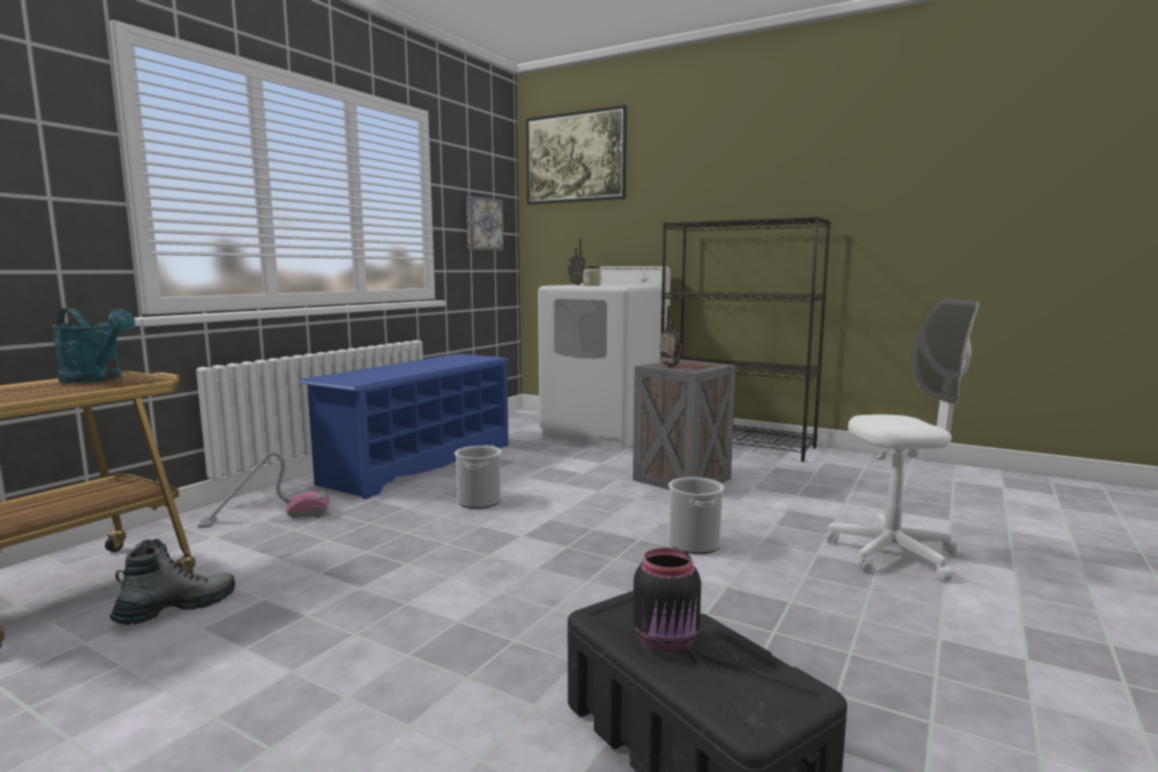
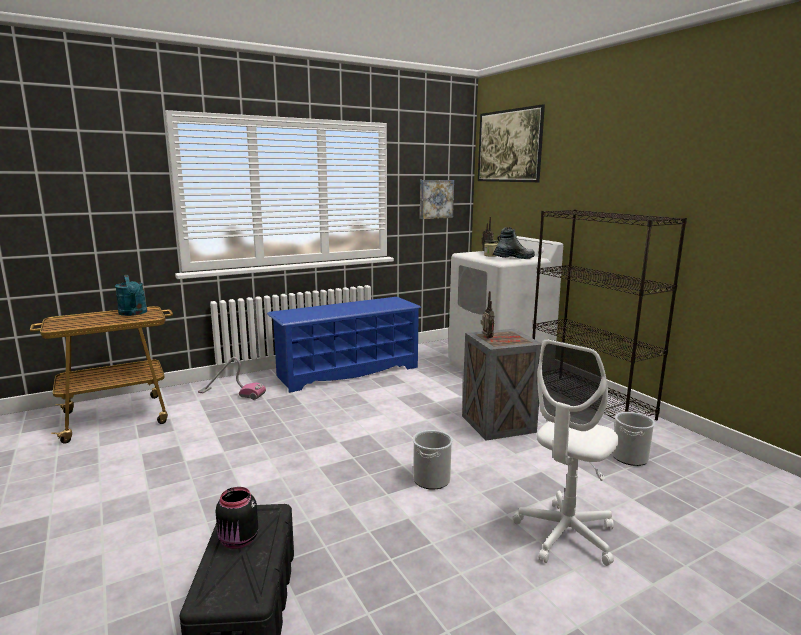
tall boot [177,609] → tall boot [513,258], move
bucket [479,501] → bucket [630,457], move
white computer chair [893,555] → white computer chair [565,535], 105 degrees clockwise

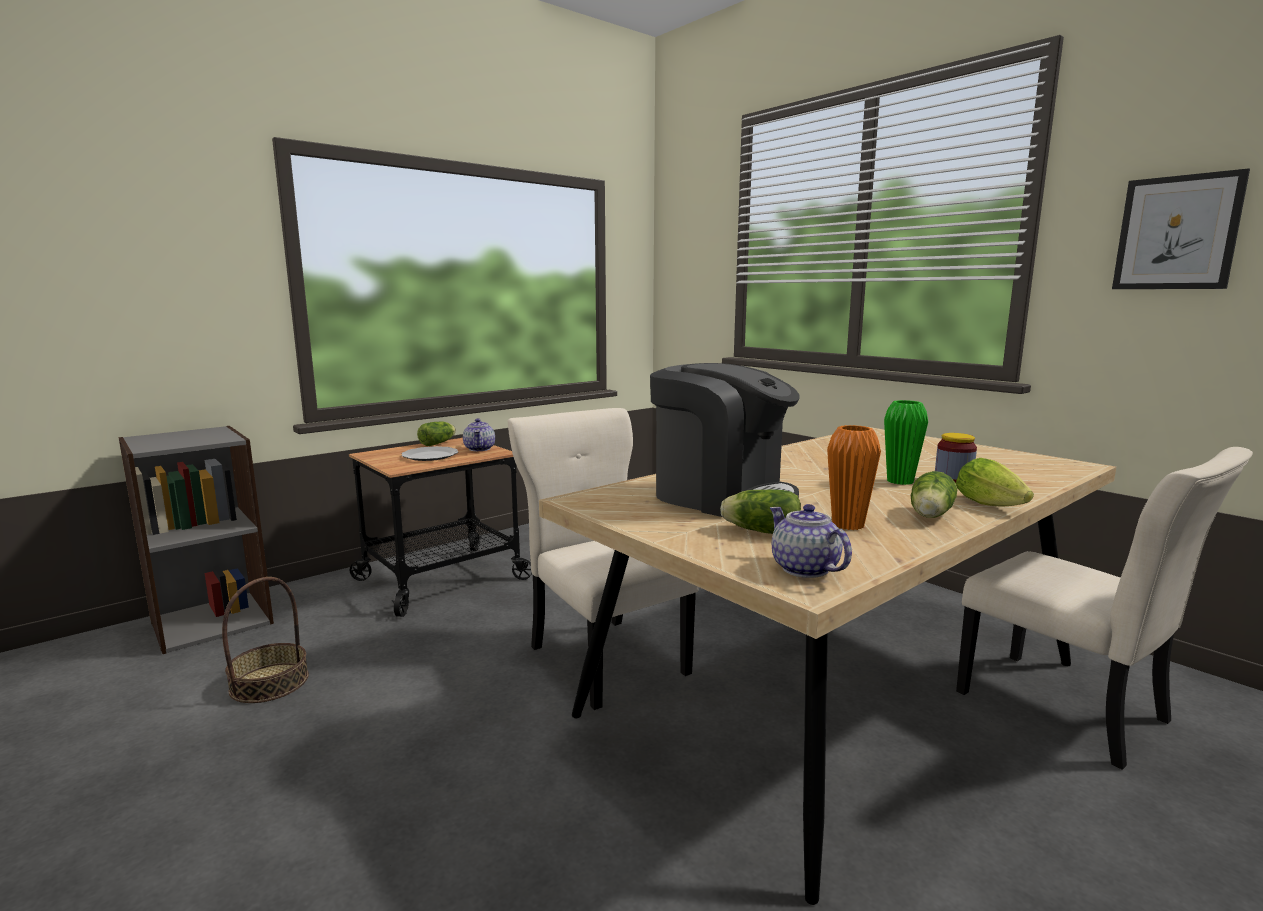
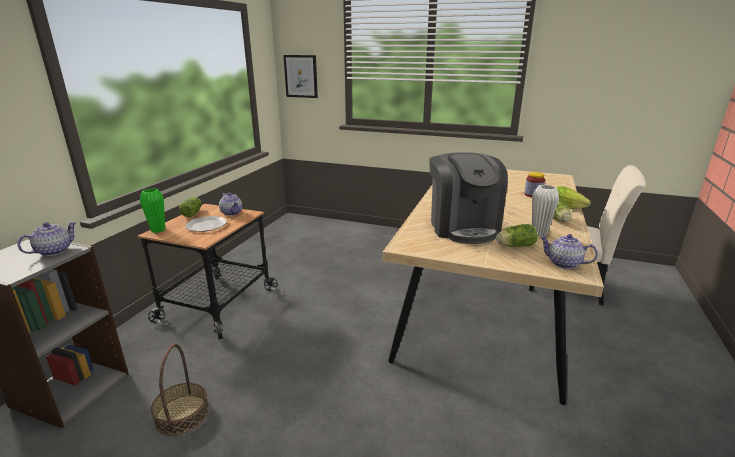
sand-coloured upright chair [605,657] → -
coffee maker [721,495] → coffee maker [463,227], 75 degrees clockwise
orange flower vase [848,525] → white flower vase [539,233]
green flower vase [900,481] → green flower vase [158,230], move
picture [1177,233] → picture [301,76], move
- → tea pot [54,251]

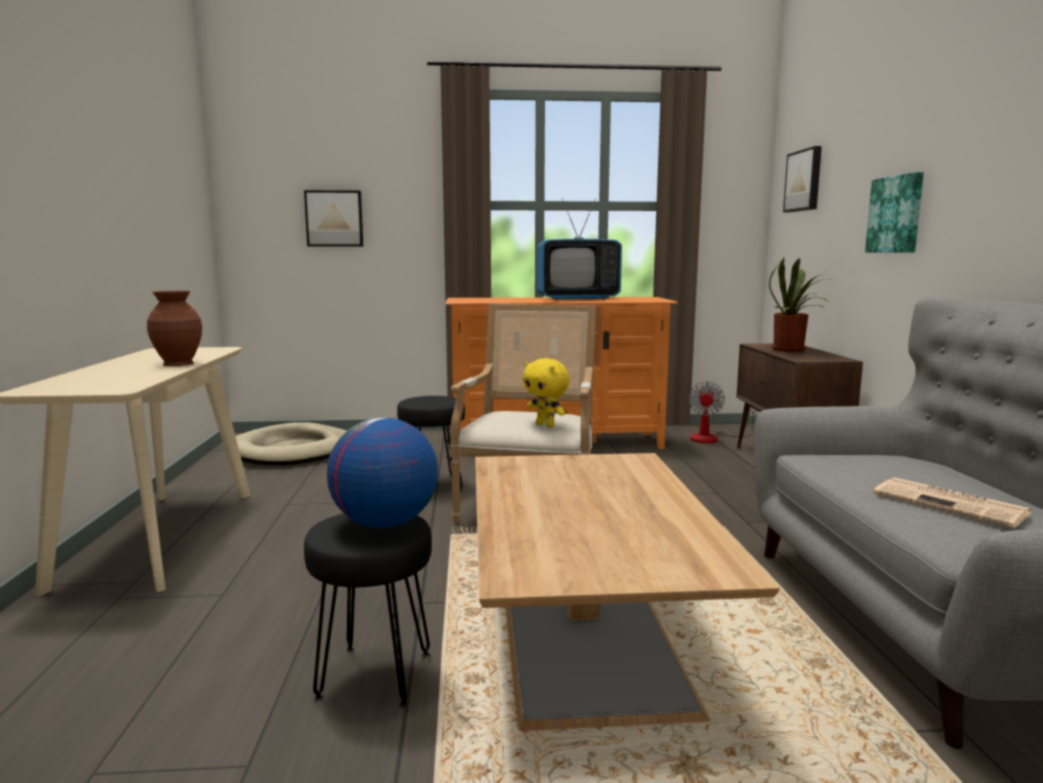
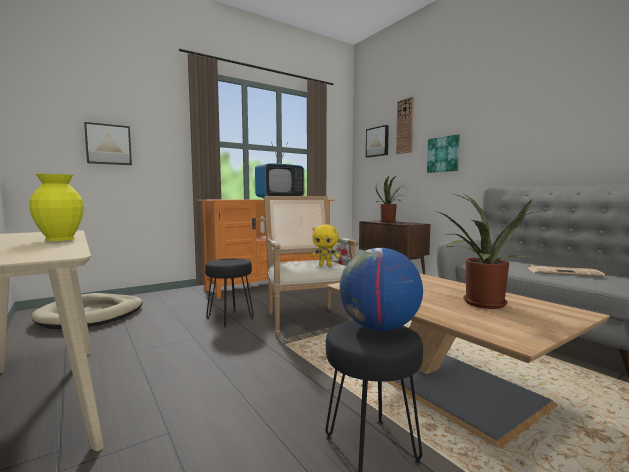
brown flower vase [179,363] → yellow-coloured flower vase [61,239]
- → wall clock [405,126]
- → potted plant [481,304]

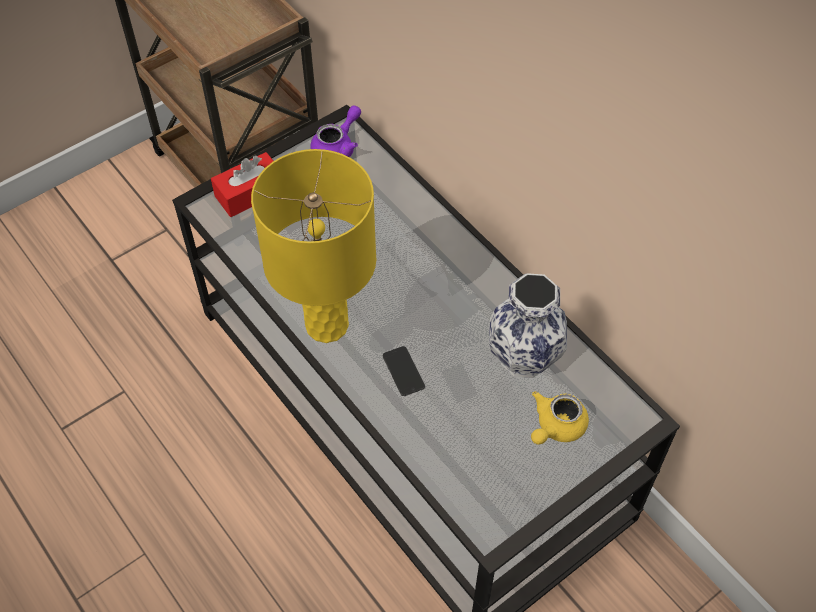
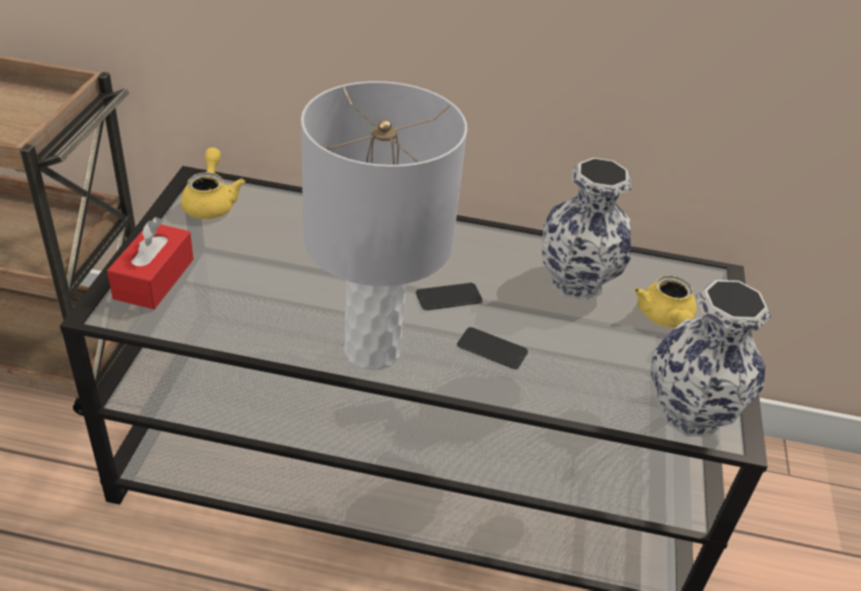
yellow-coloured lamp for a table [326,325] → grey lamp for a table [371,351]
purple-coloured tea pot [337,147] → yellow-coloured tea pot [211,202]
- → telephone [448,297]
- → flower vase [691,414]

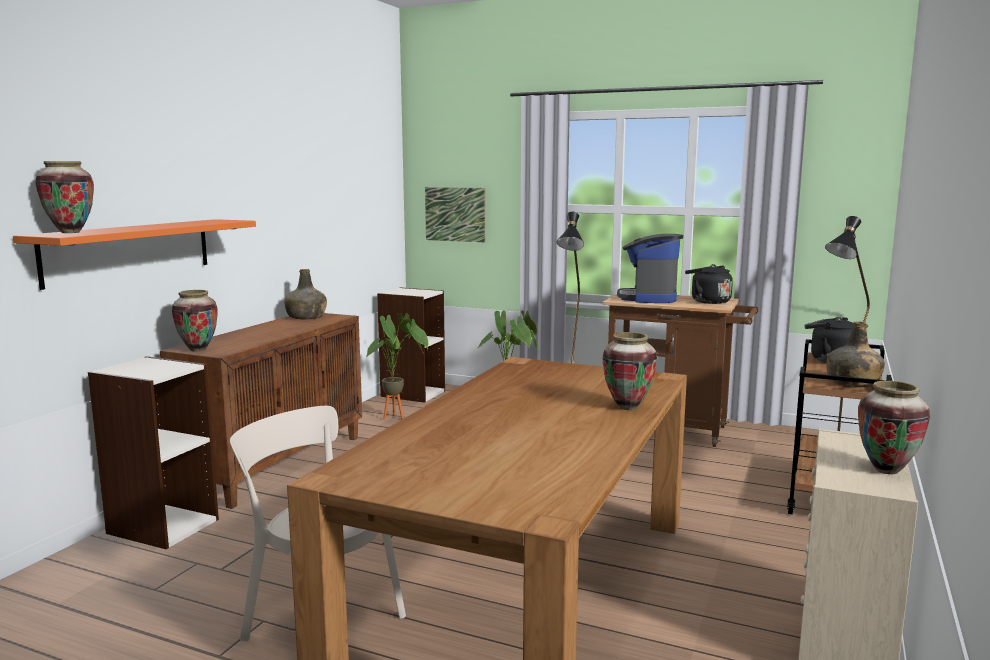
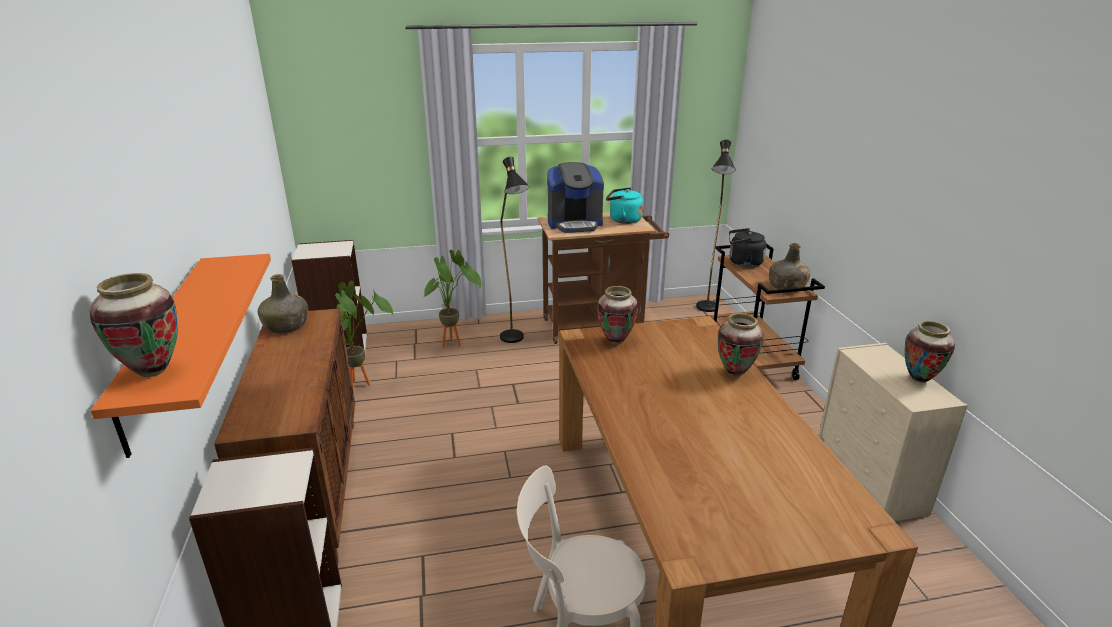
flower vase [198,350] → flower vase [616,341], move
picture [455,214] → -
coffee maker [648,298] → coffee maker [574,224], 75 degrees counterclockwise
black water kettle [708,301] → turquoise water kettle [623,220]

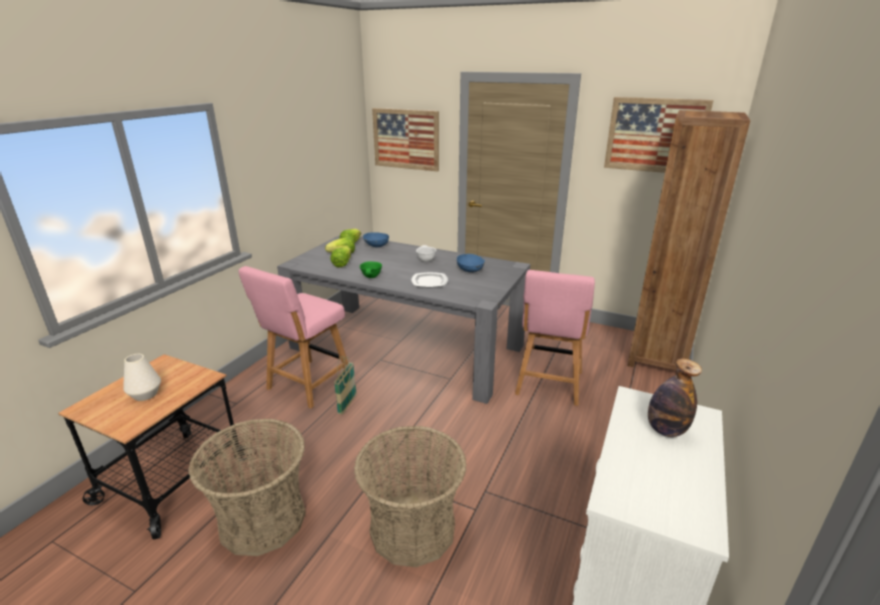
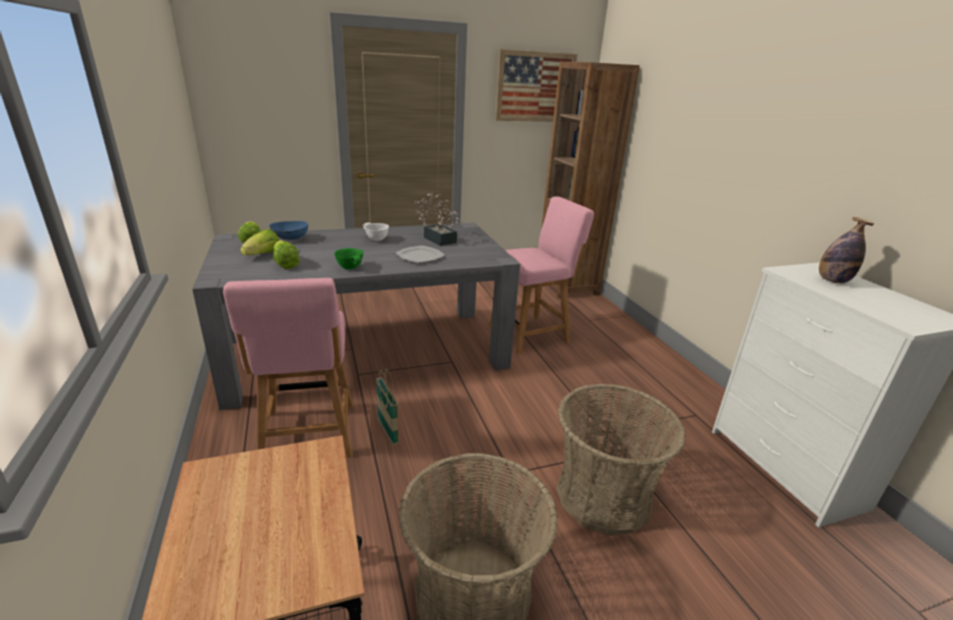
white flower vase [145,394] → -
picture [406,139] → -
blue deep dish [470,270] → potted plant [438,238]
pinkish upright chair [548,385] → pinkish upright chair [531,333], 90 degrees counterclockwise

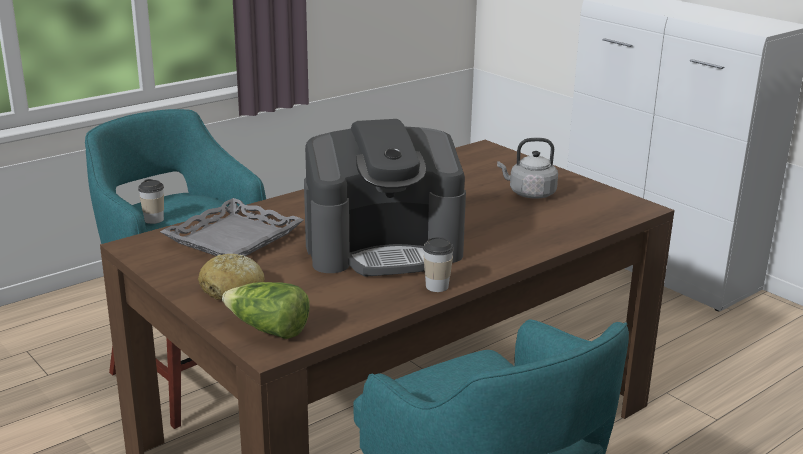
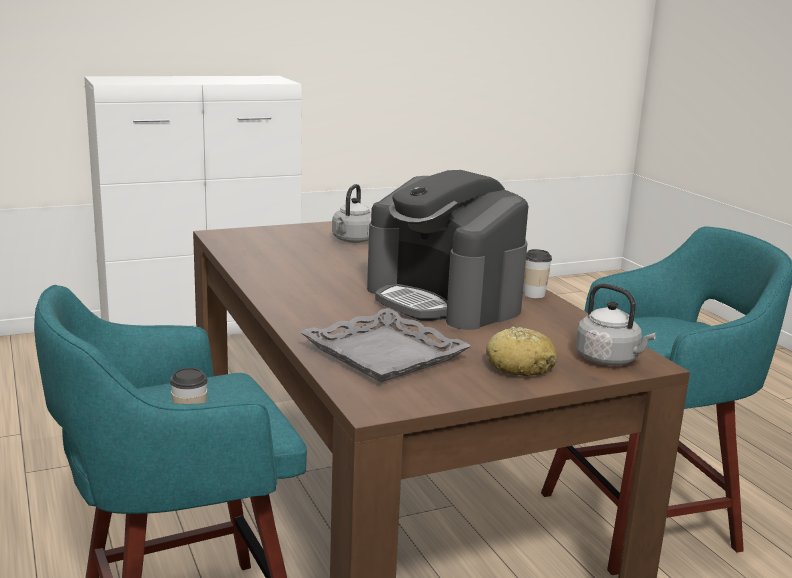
lettuce [268,330] → grey water kettle [609,360]
coffee maker [384,247] → coffee maker [444,300], 135 degrees clockwise

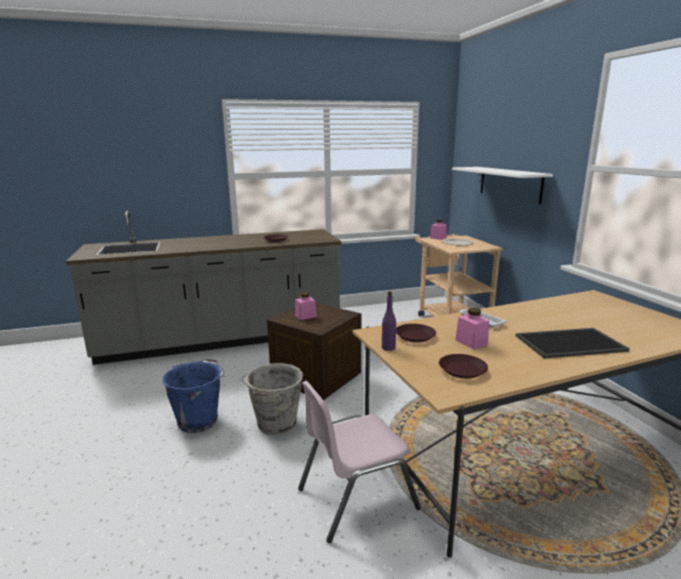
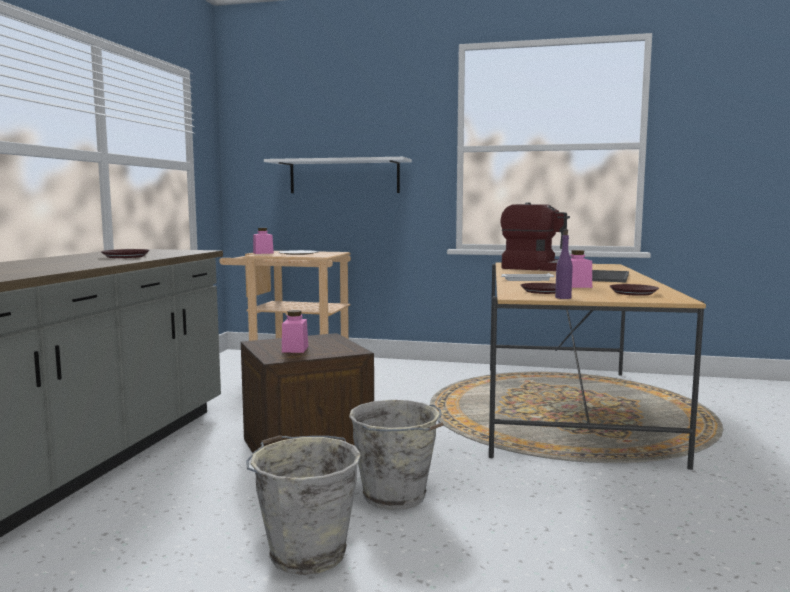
blue bucket [199,420] → grey bucket [306,552]
pinkish upright chair [356,498] → -
- → coffee maker [537,268]

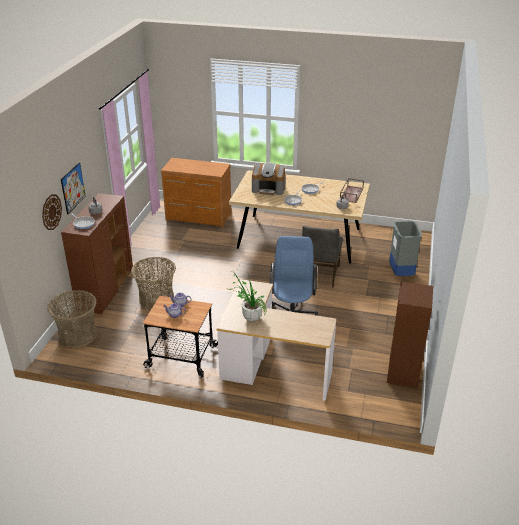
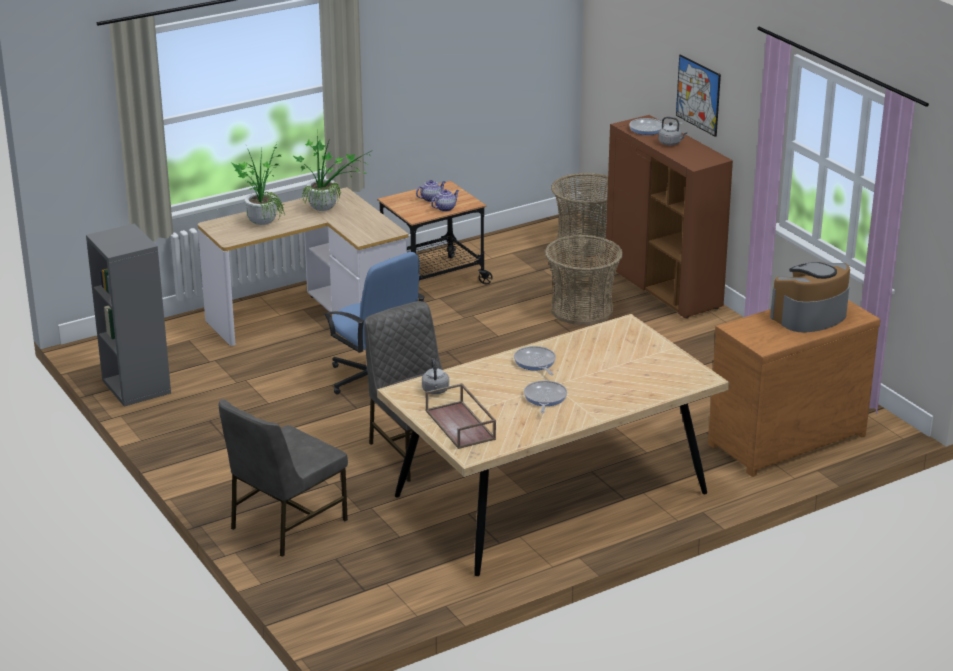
wall clock [51,212] → -
coffee maker [268,189] → coffee maker [809,316], move
brown shelving unit [403,373] → grey shelving unit [135,387]
grey trash can [401,273] → grey upright chair [286,524]
- → potted plant [262,220]

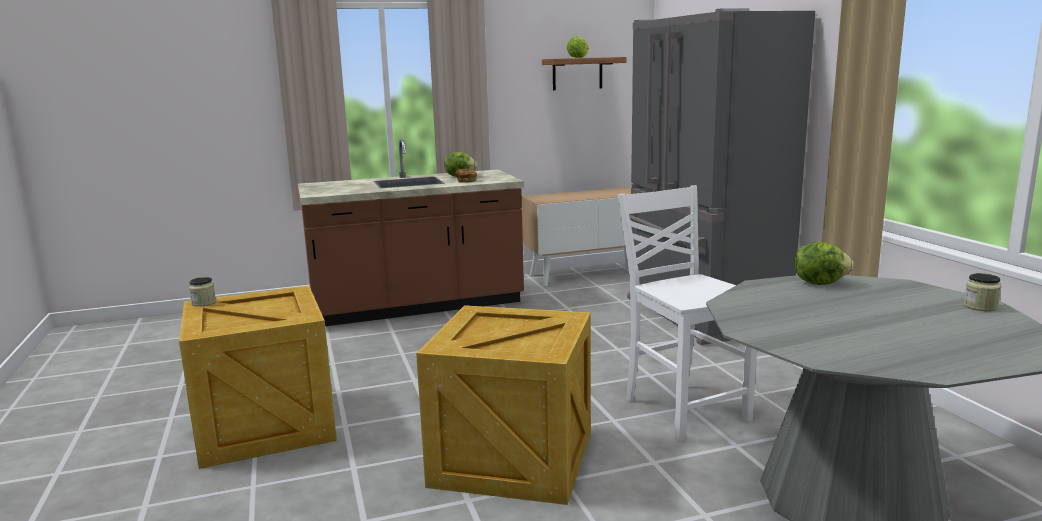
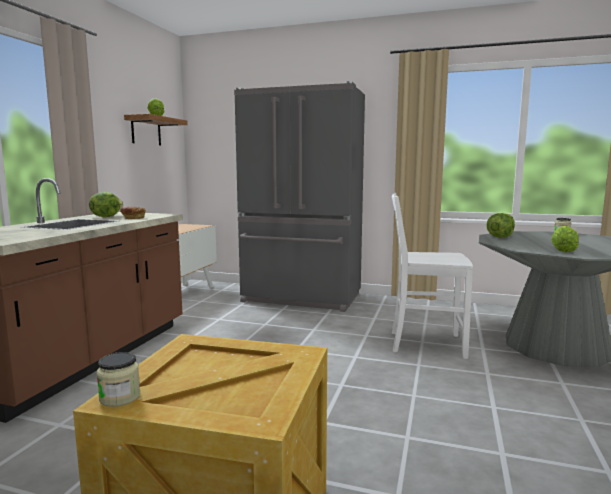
shipping crate [516,457] → -
- → lettuce [562,250]

